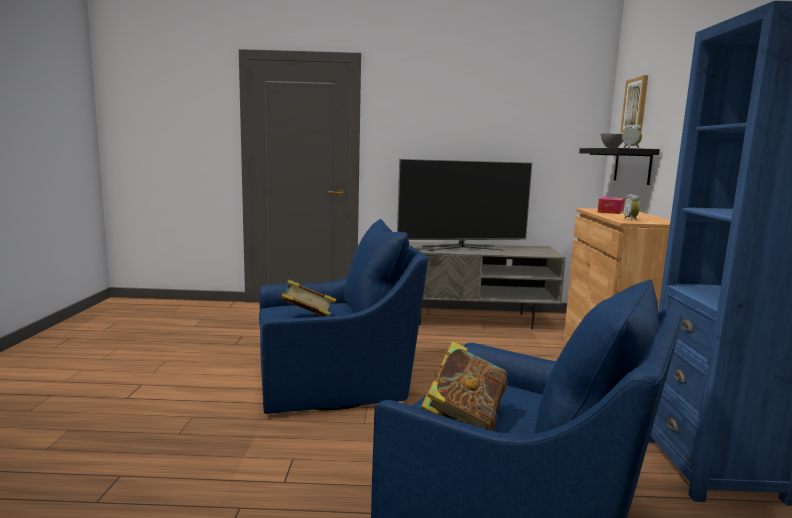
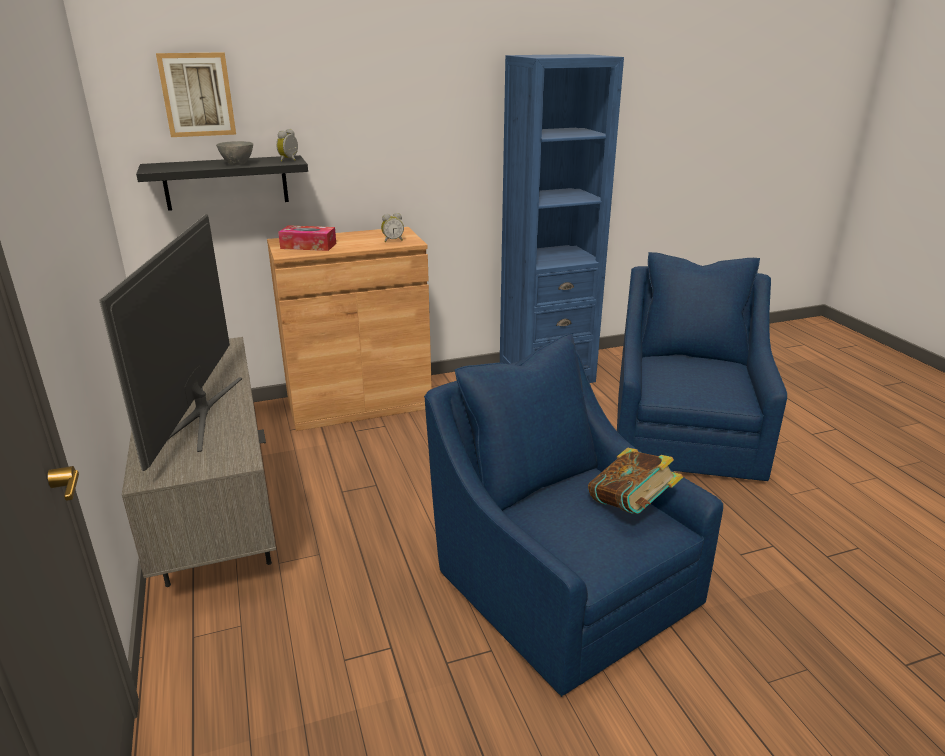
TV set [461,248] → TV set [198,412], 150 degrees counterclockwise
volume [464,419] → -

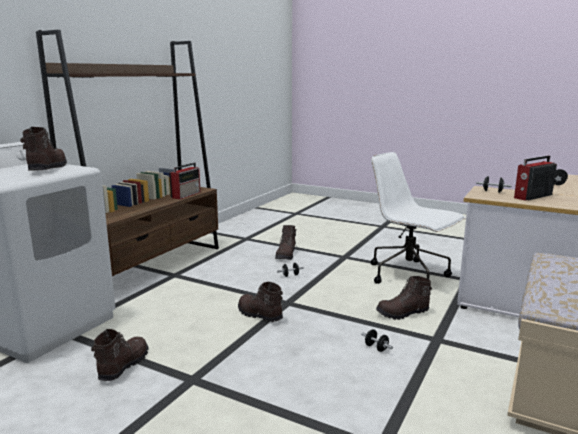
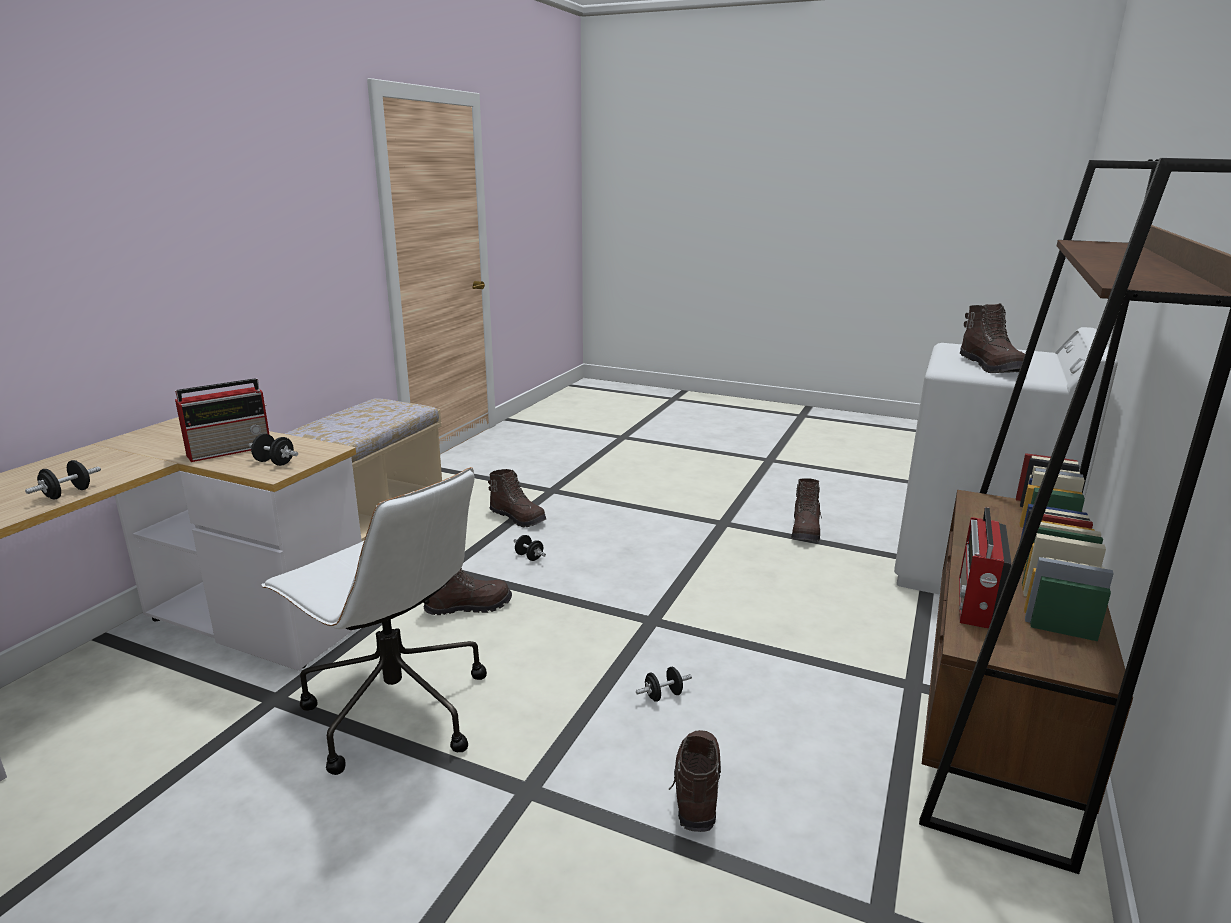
brown tall boot [259,315] → brown tall boot [518,518], move

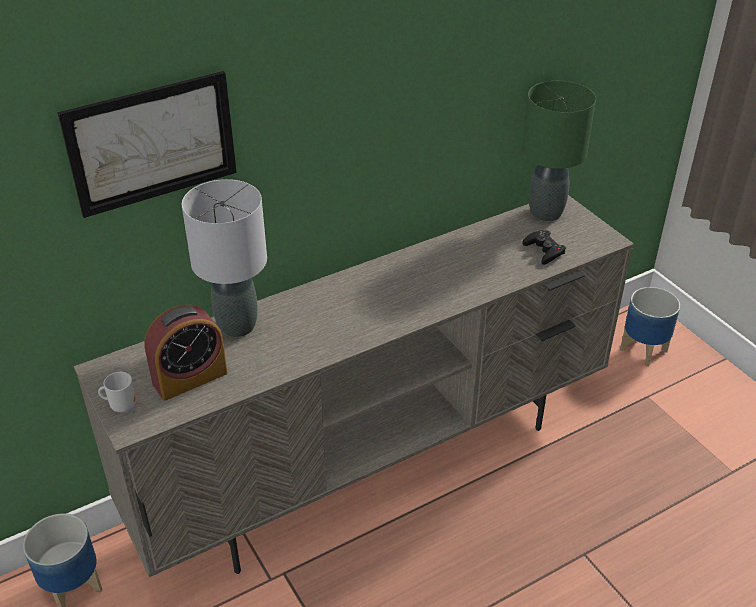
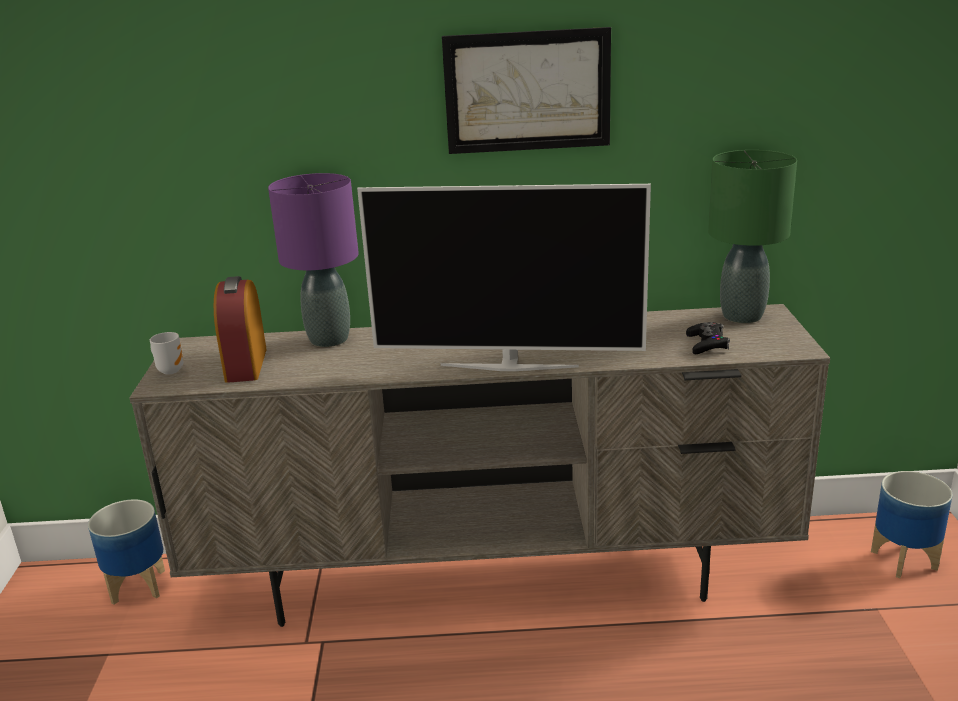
picture [152,143] → picture [527,91], move
table clock [190,378] → table clock [246,365], 90 degrees clockwise
grey lamp for a table [238,325] → purple-coloured lamp for a table [330,339]
- → TV set [509,365]

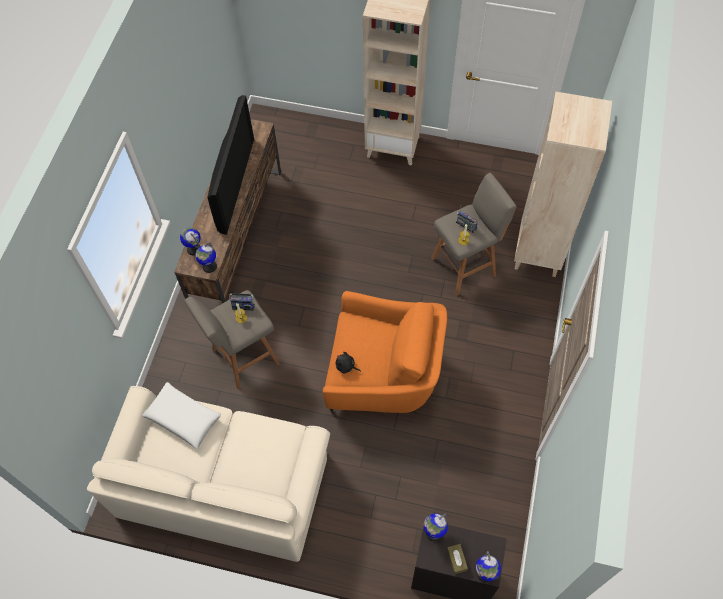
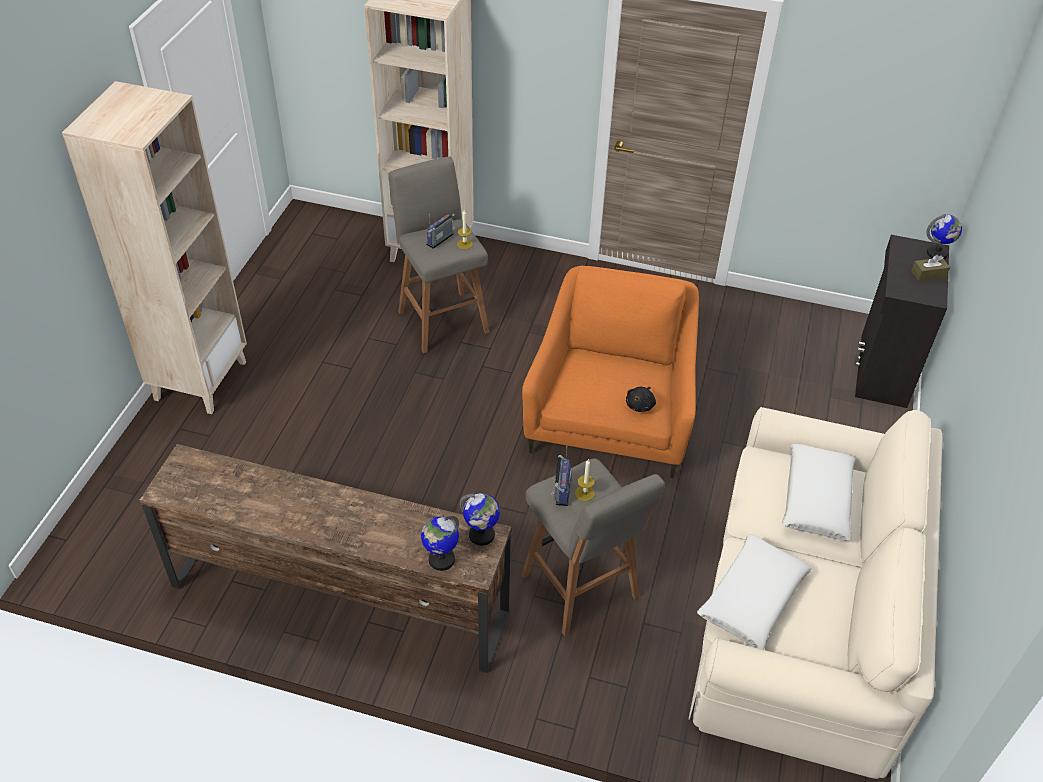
TV set [233,183] → -
desk globe [434,532] → -
- → white cushion [816,499]

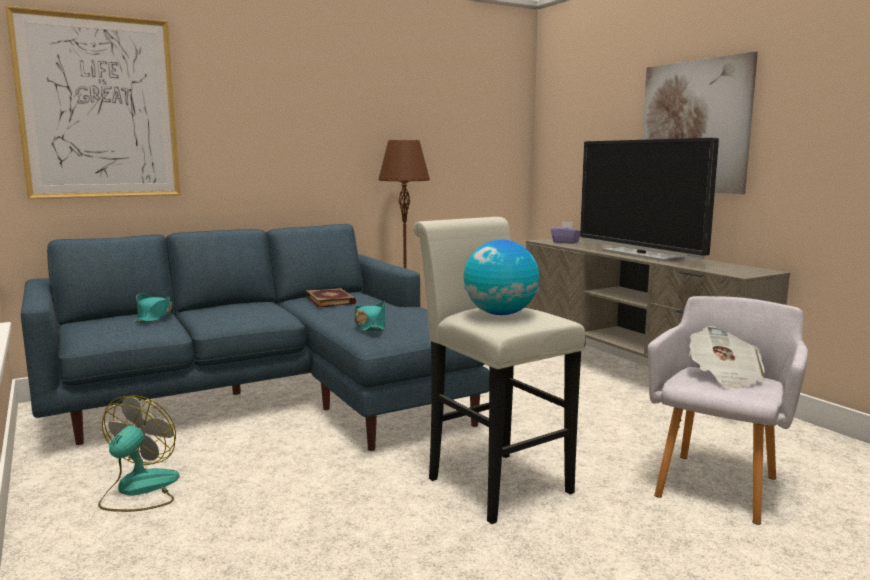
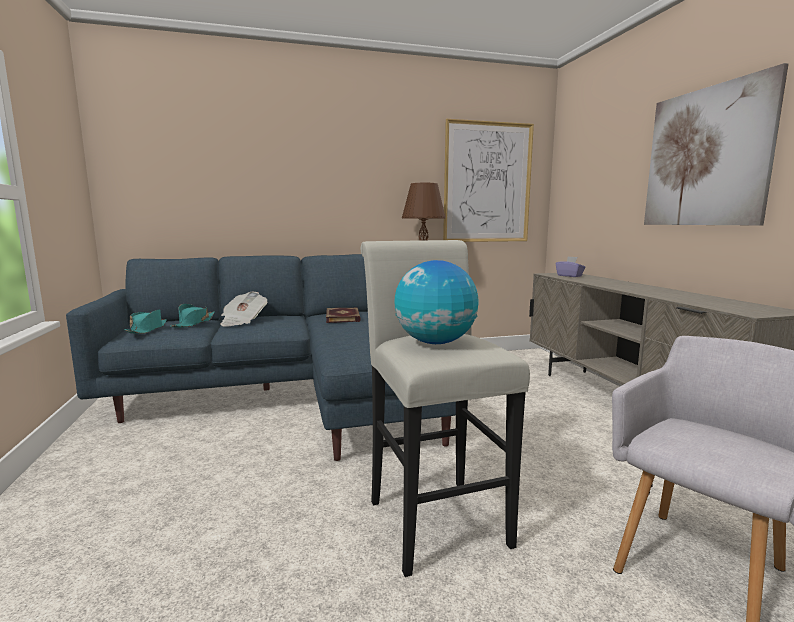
picture [99,108] → picture [487,183], move
fan [139,490] → -
turquoise wearable hat [370,326] → turquoise wearable hat [147,329], move
TV set [641,255] → -
daily paper [725,377] → daily paper [242,321], move

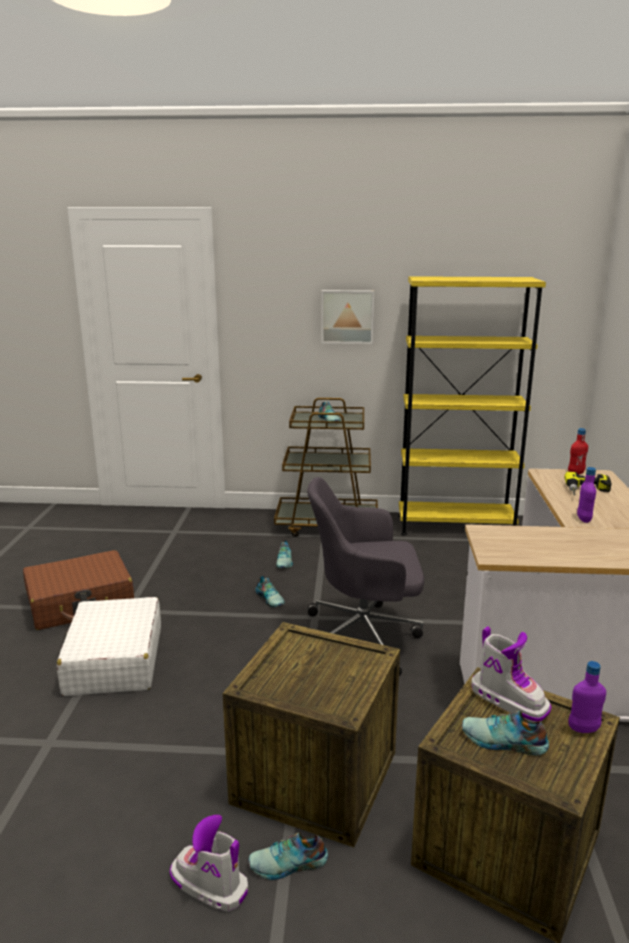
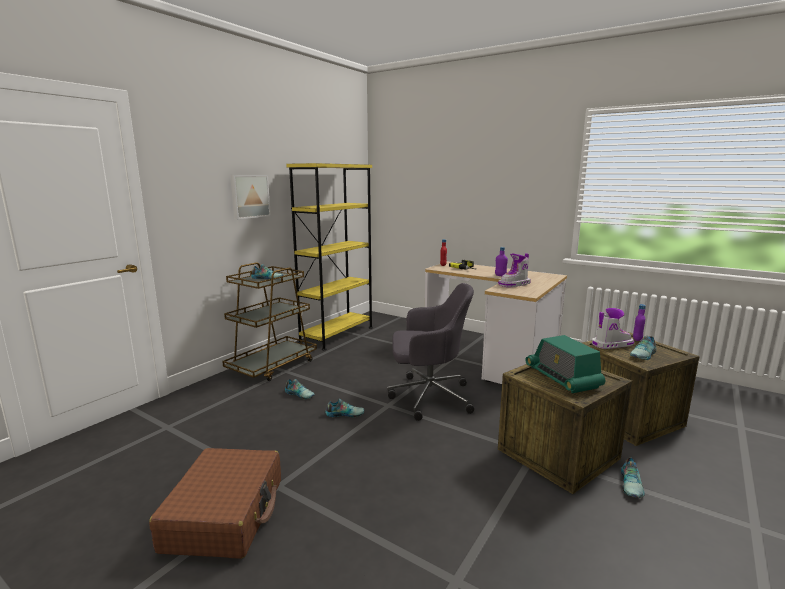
white suitcase [114,660] → -
tall boot [209,885] → tall boot [514,284], move
grey computer chair [364,637] → grey computer chair [428,396], 120 degrees counterclockwise
- → radio [562,377]

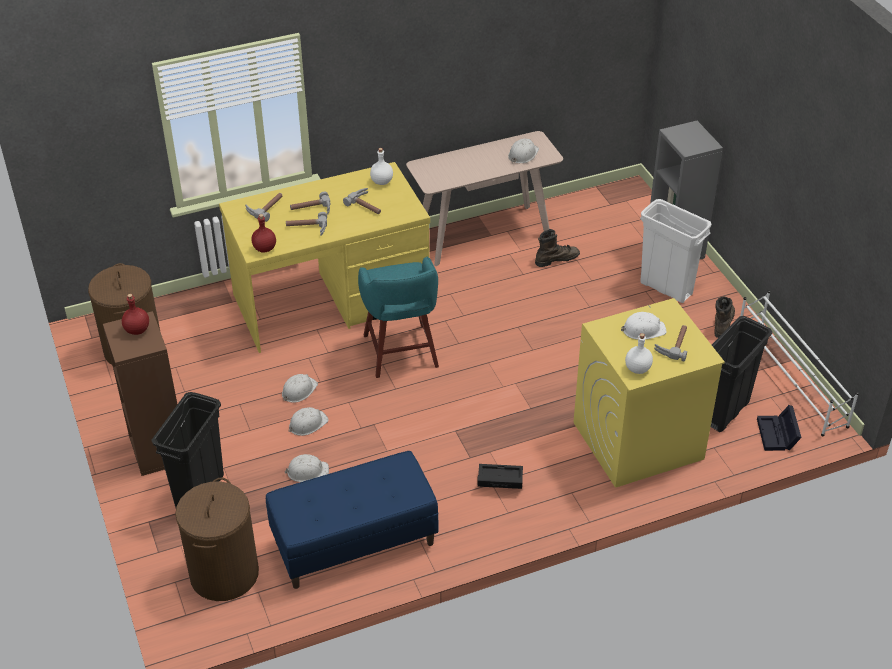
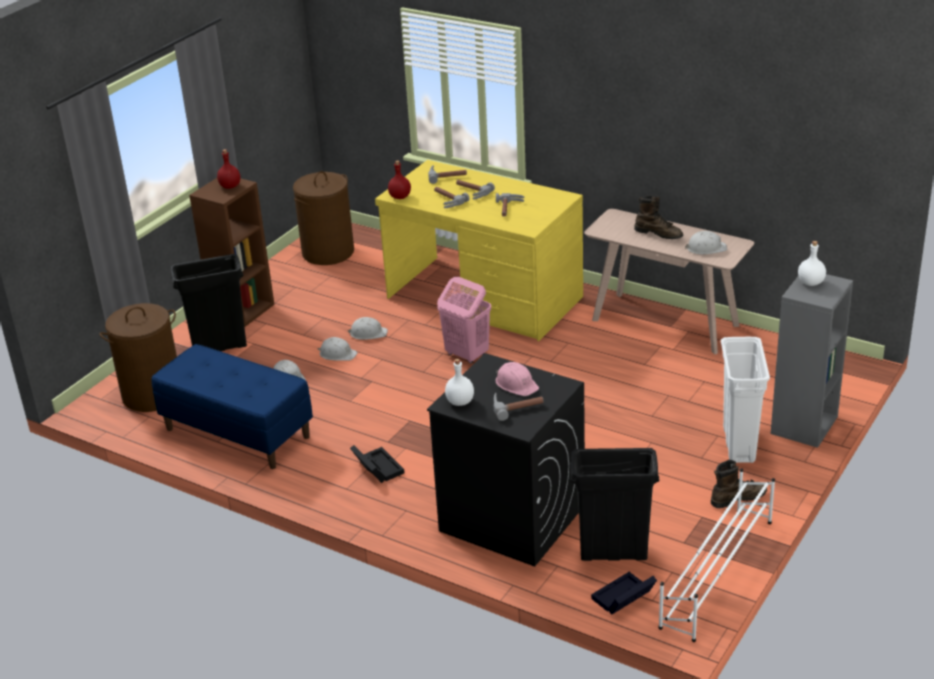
turquoise stool seat [401,353] → pinkish laundry basket [466,354]
white bottle [382,181] → white bottle [811,283], move
brown tall boot [556,259] → brown tall boot [659,234], move
yellow-coloured washing machine [637,441] → black washing machine [511,518]
white safety helmet [643,330] → pinkish safety helmet [516,384]

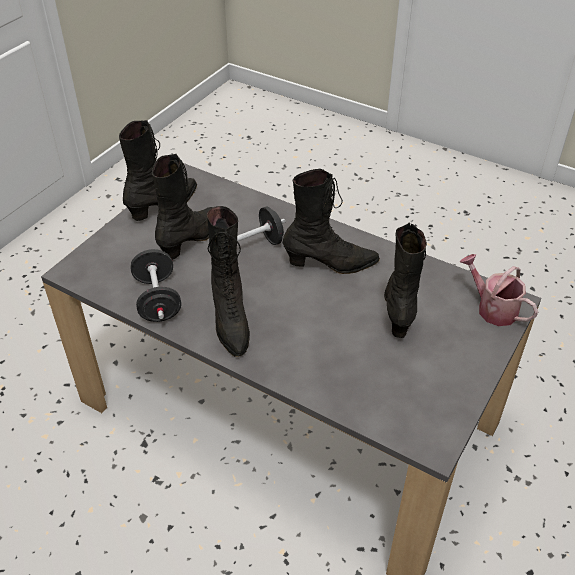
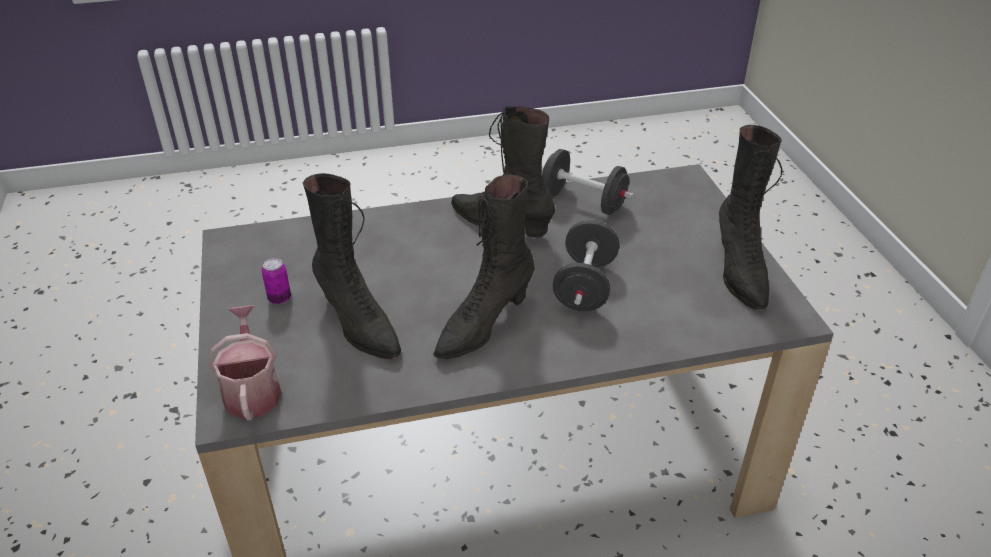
black tall boot [191,240] → -
sprinkling can [492,308] → sprinkling can [252,390], 105 degrees counterclockwise
- → sealed can [279,298]

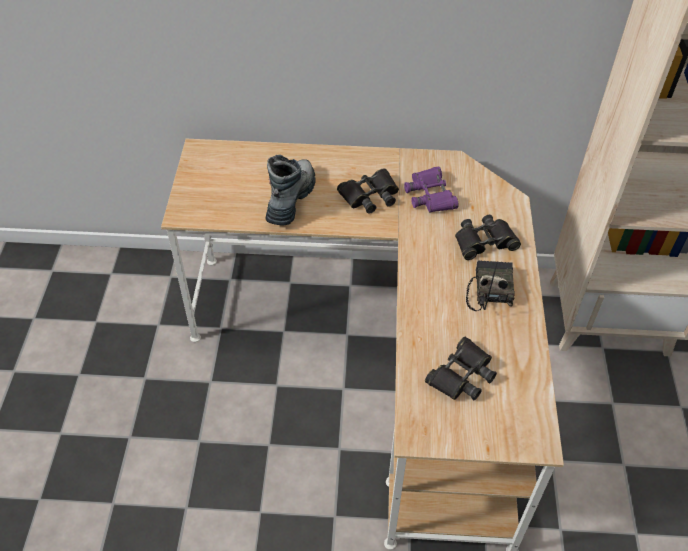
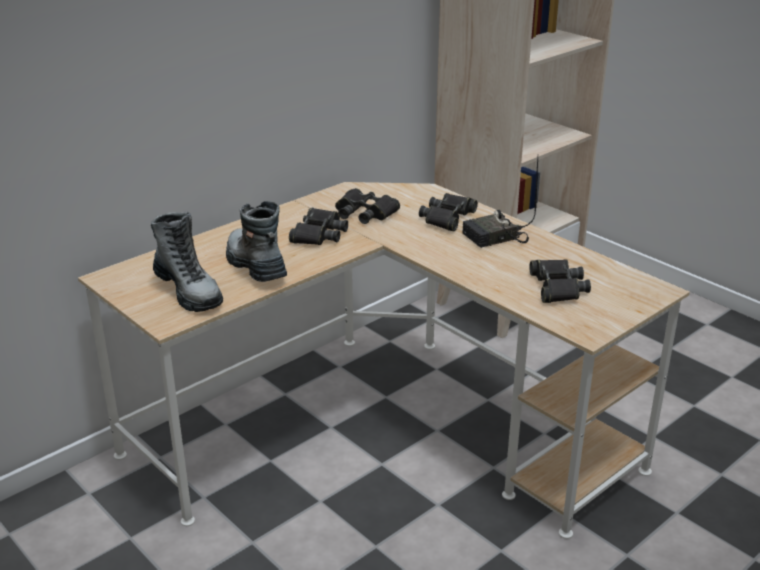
purple-coloured pair of binoculars [430,195] → black pair of binoculars [365,213]
radio [489,289] → radio [495,238], 75 degrees counterclockwise
- → tall boot [188,291]

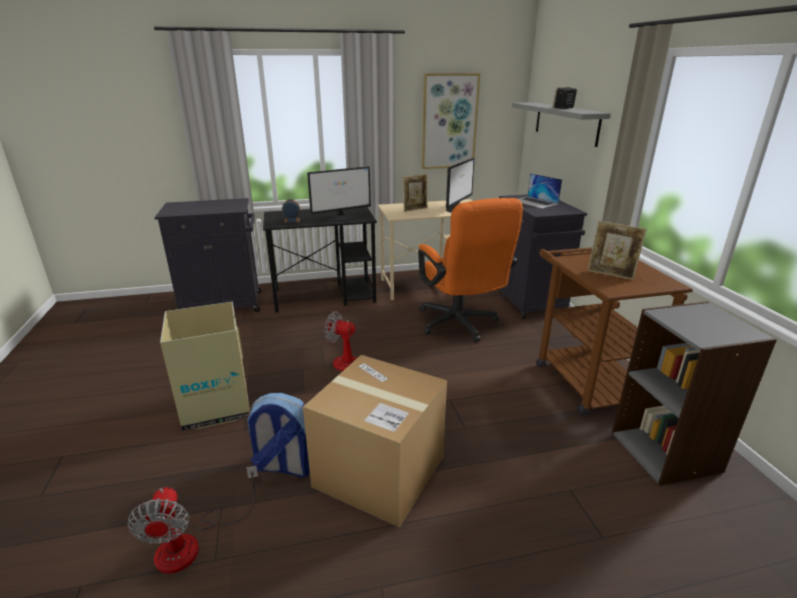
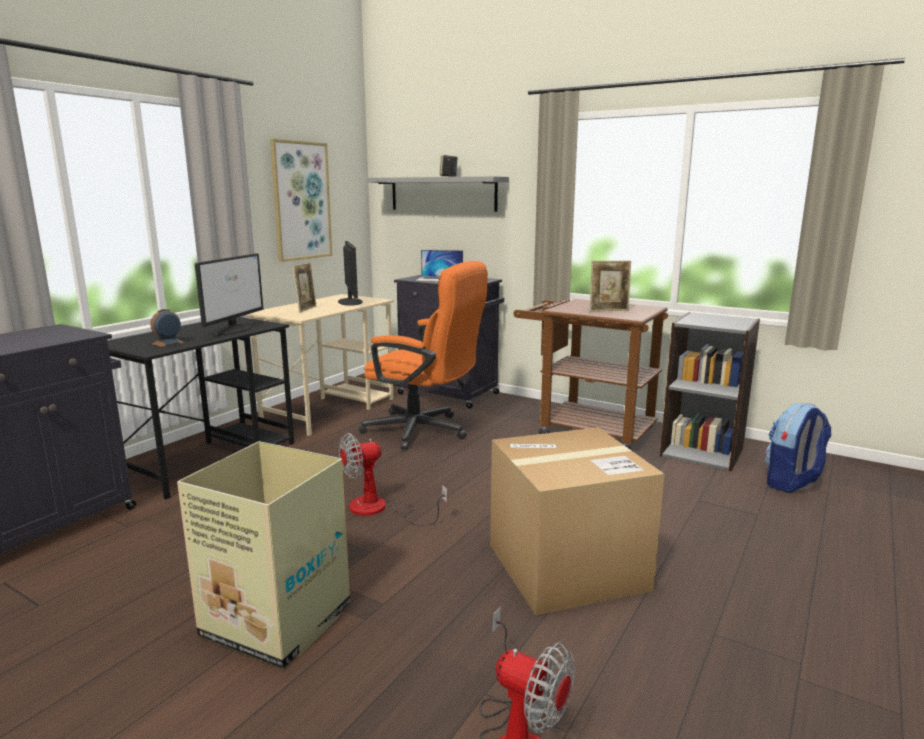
knapsack [284,466] → knapsack [792,483], move

